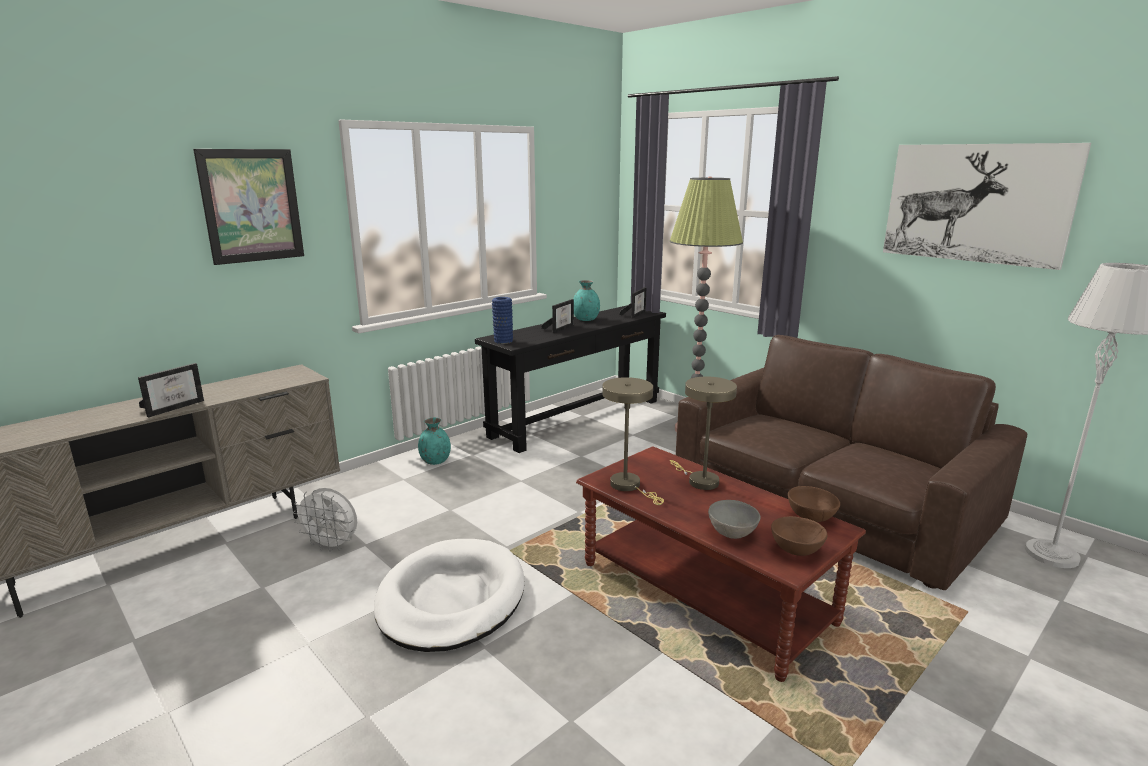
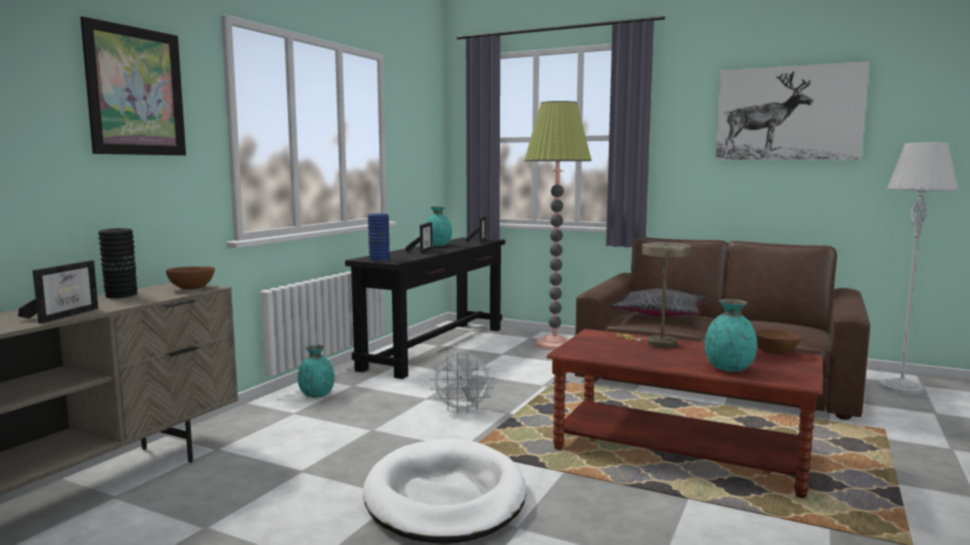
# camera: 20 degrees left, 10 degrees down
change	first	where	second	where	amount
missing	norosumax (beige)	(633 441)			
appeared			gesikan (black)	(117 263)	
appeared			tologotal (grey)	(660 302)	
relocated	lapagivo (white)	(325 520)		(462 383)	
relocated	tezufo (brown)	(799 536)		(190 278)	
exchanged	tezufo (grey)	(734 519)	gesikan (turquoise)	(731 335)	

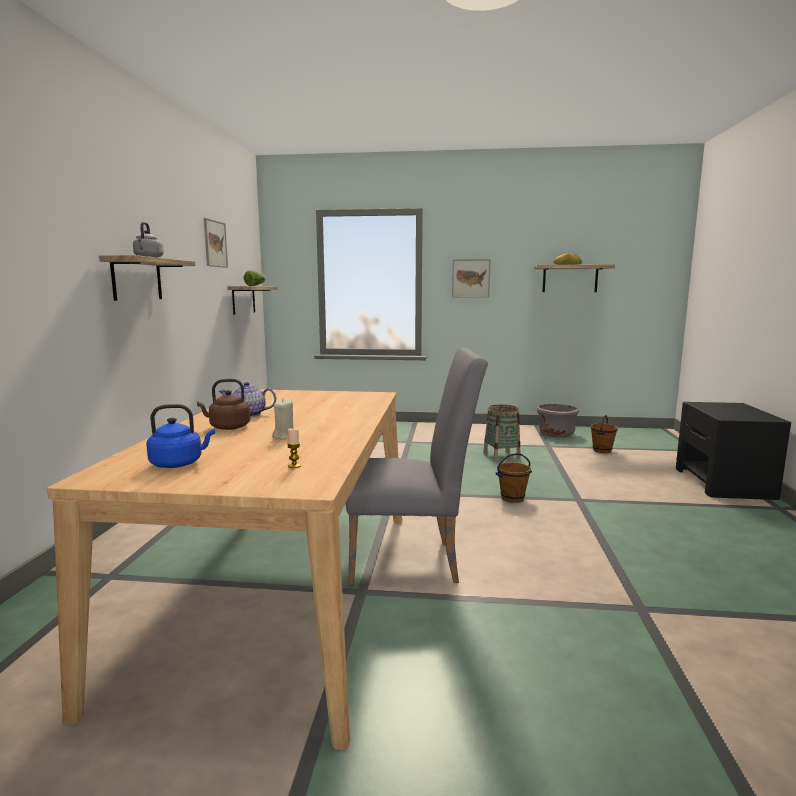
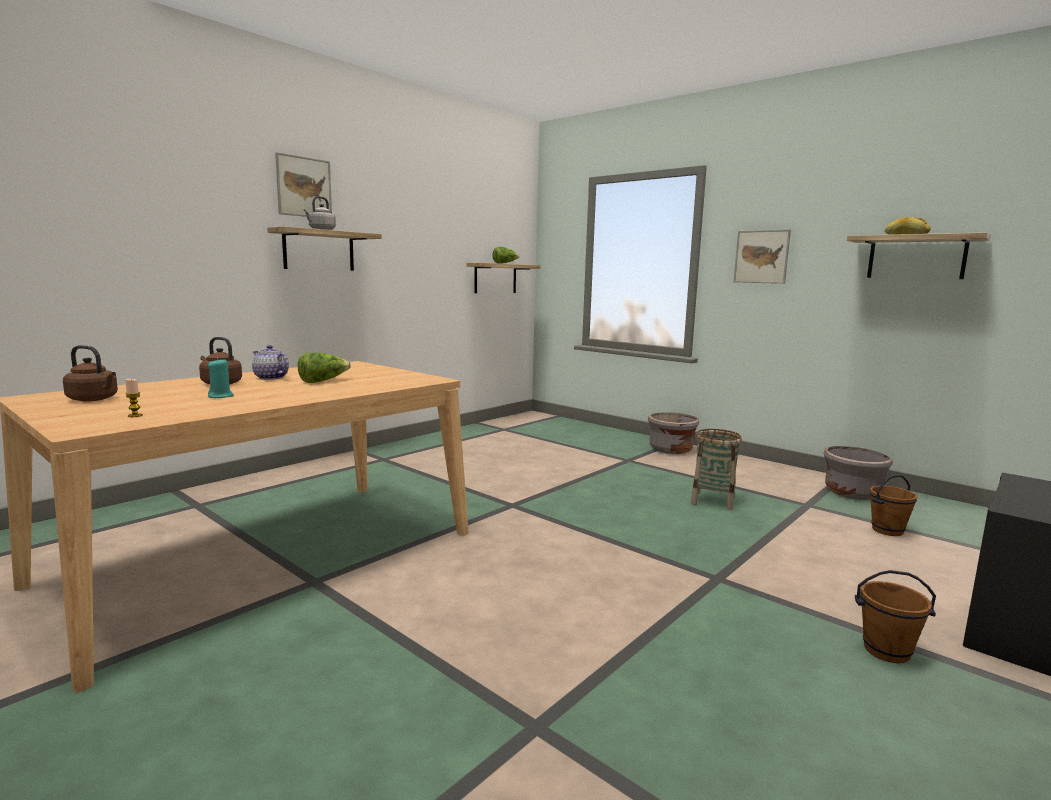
# camera: 35 degrees right, 0 degrees up
change	first	where	second	where	amount
missing	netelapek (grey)	(417 467)			
appeared			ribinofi	(324 368)	
appeared			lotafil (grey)	(673 433)	
relocated	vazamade	(216 243)		(303 184)	
relocated	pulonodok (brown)	(514 478)		(895 616)	
colour	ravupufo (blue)	(180 436)	ravupufo (brown)	(90 373)	
colour	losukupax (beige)	(282 419)	losukupax (turquoise)	(221 378)	

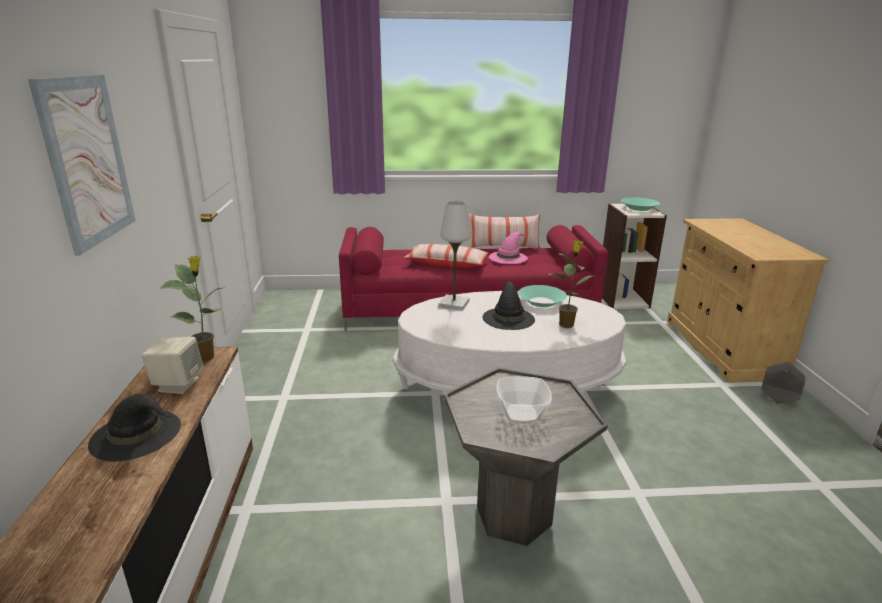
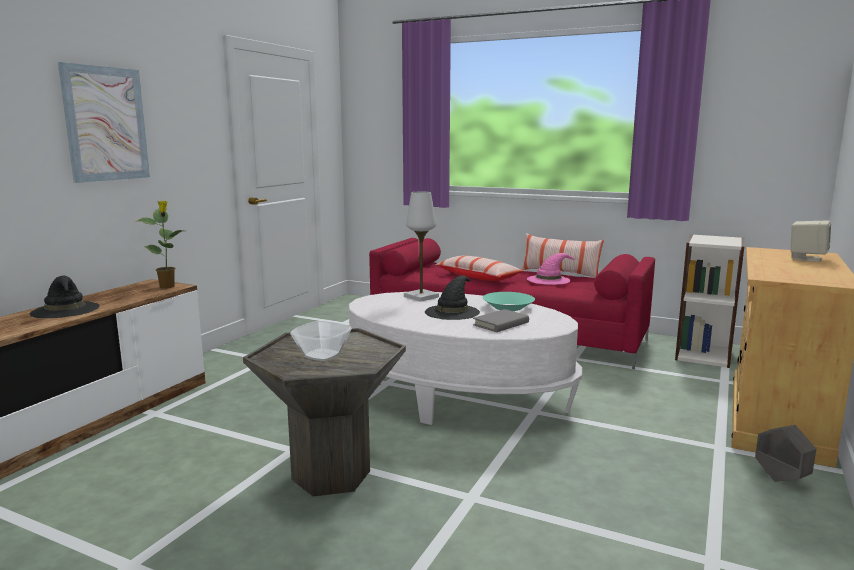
# camera: 30 degrees right, 10 degrees down
change	first	where	second	where	amount
missing	tezufo (turquoise)	(640 204)			
relocated	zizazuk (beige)	(173 365)		(811 241)	
exchanged	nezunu	(573 284)	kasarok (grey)	(501 320)	

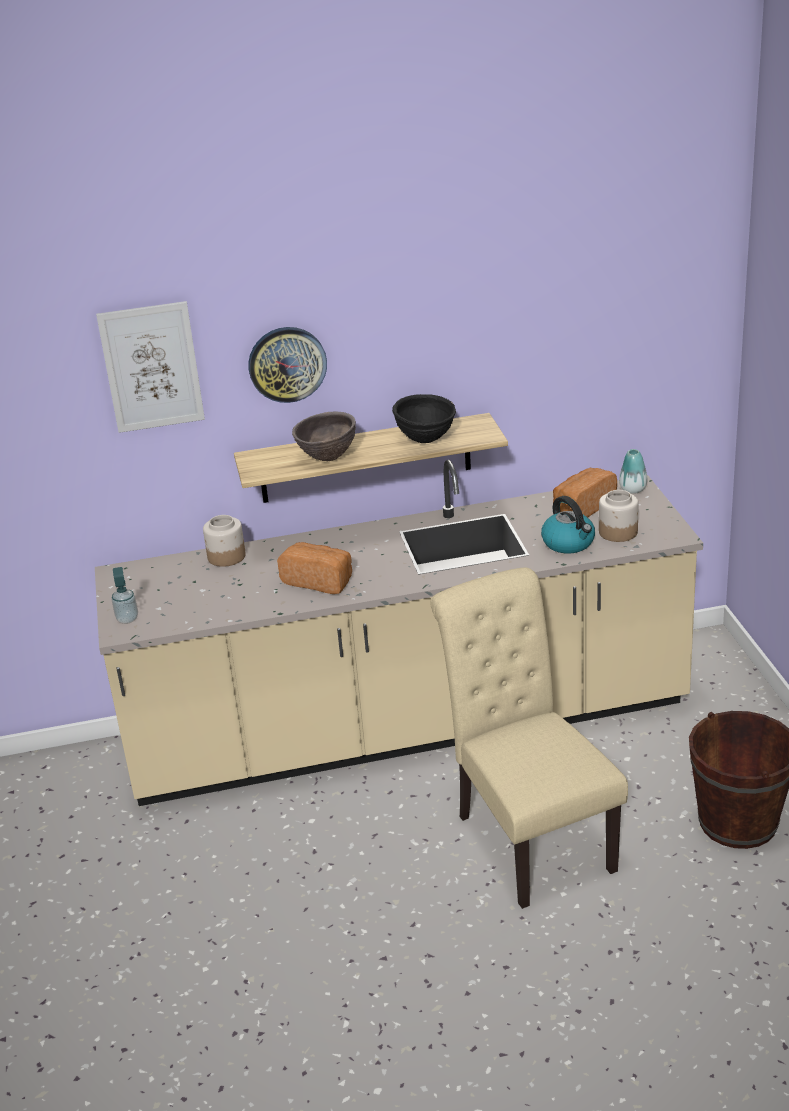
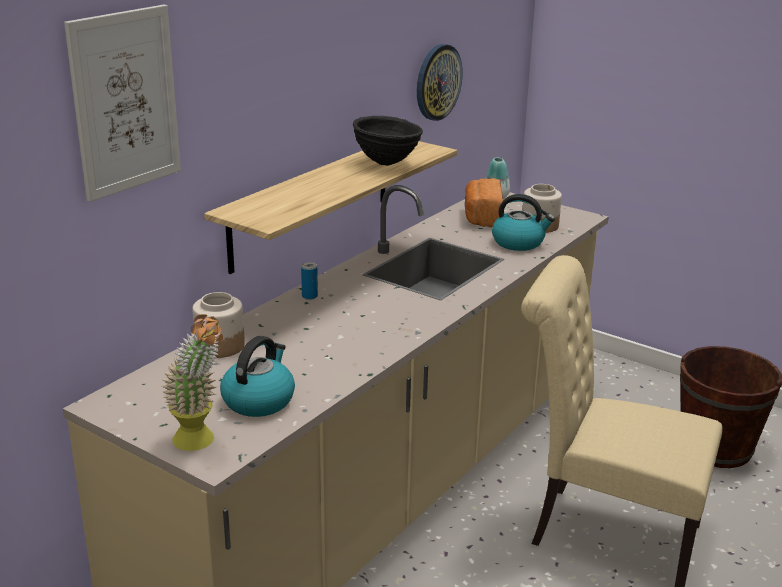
# camera: 45 degrees left, 5 degrees down
change	first	where	second	where	amount
missing	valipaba	(314 568)			
missing	tezufo (brown)	(324 436)			
appeared			ravupufo	(257 376)	
appeared			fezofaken	(309 281)	
relocated	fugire	(287 365)		(440 82)	
exchanged	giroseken	(125 595)	nezunu	(192 382)	

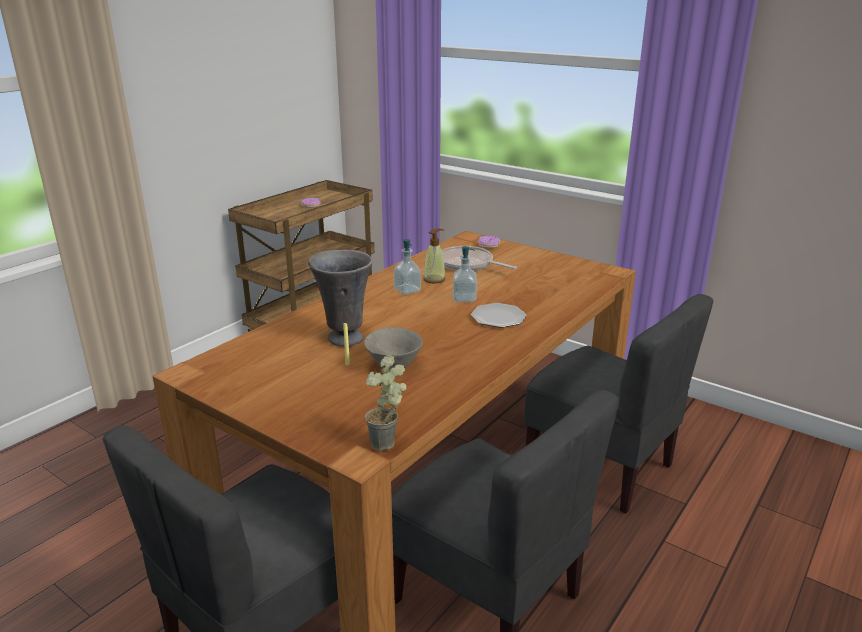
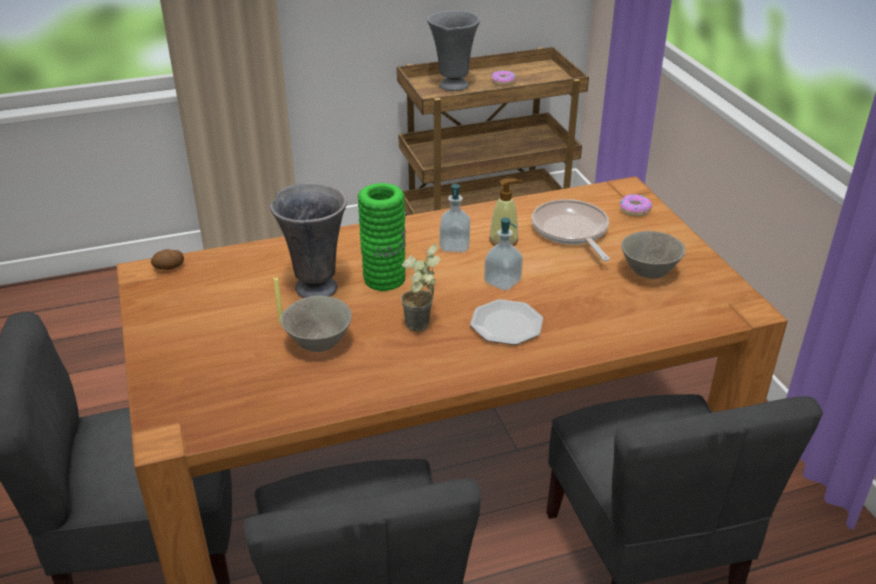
# camera: 35 degrees right, 10 degrees up
change	first	where	second	where	amount
appeared			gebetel	(167 259)	
appeared			gesikan (green)	(382 237)	
appeared			gesikan (grey)	(453 50)	
appeared			tezufo (grey)	(653 255)	
relocated	nezunu	(385 402)		(421 287)	

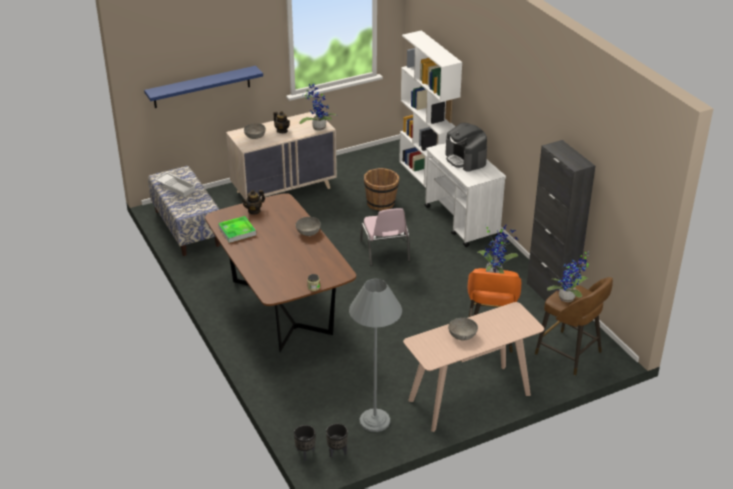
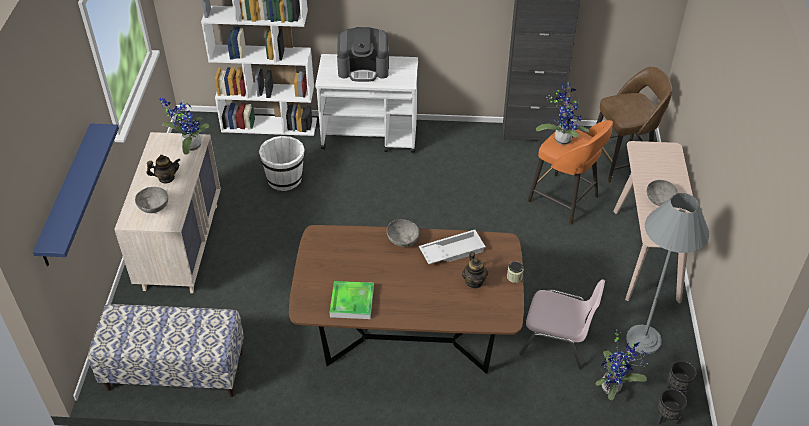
# camera: 60 degrees left, 10 degrees up
change	first	where	second	where	amount
relocated	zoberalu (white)	(175 184)		(452 247)	
relocated	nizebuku	(253 202)		(475 270)	
relocated	netelapek (pink)	(385 237)		(562 324)	
relocated	nezunu	(568 276)		(622 366)	
colour	pulonodok (brown)	(381 189)	pulonodok (white)	(282 163)	

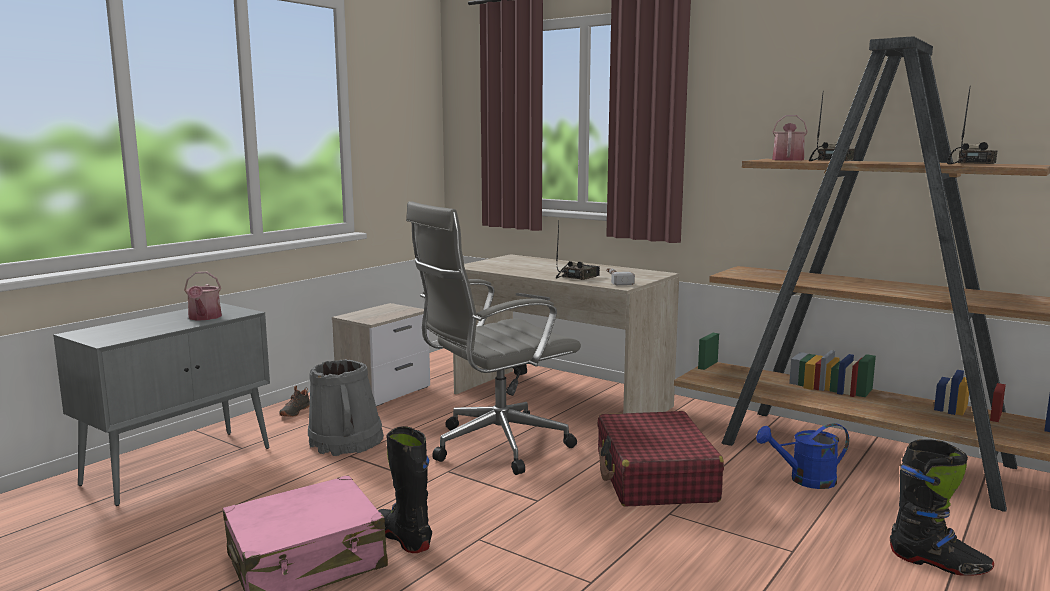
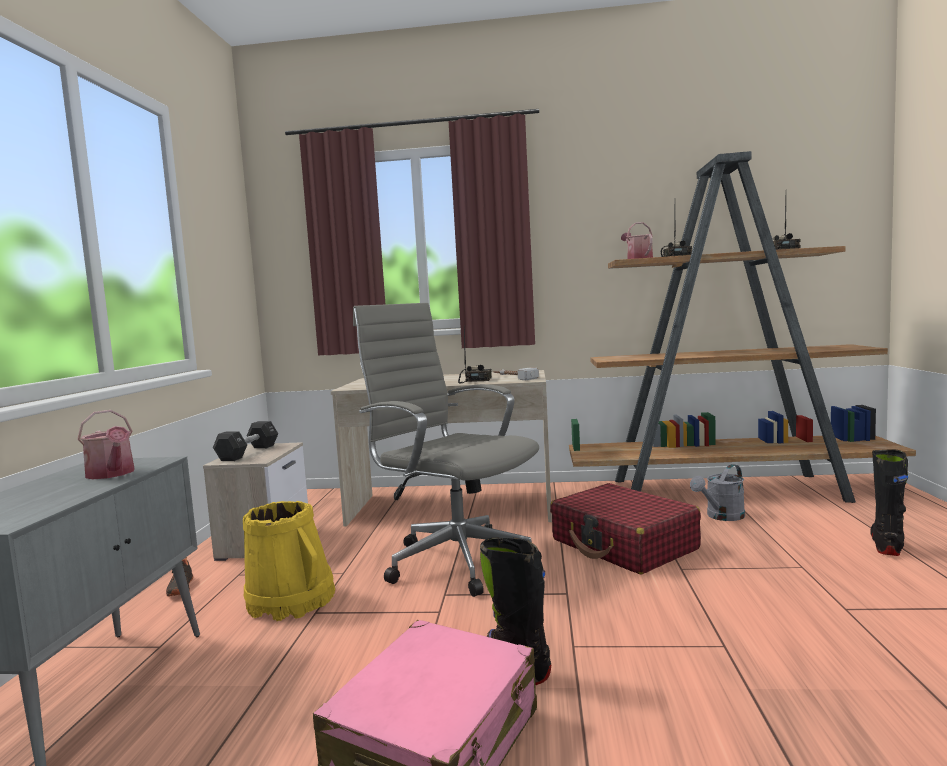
# camera: 30 degrees left, 5 degrees down
change	first	where	second	where	amount
appeared			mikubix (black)	(245 441)	
colour	pulonodok (grey)	(346 407)	pulonodok (yellow)	(289 561)	
colour	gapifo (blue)	(802 456)	gapifo (grey)	(717 492)	
spun	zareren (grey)	(493 338)		(447 450)	105 degrees clockwise
spun	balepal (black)	(942 507)		(889 502)	60 degrees counterclockwise

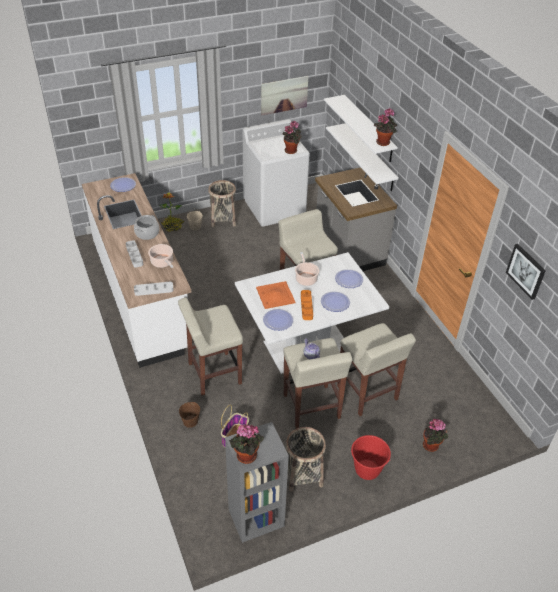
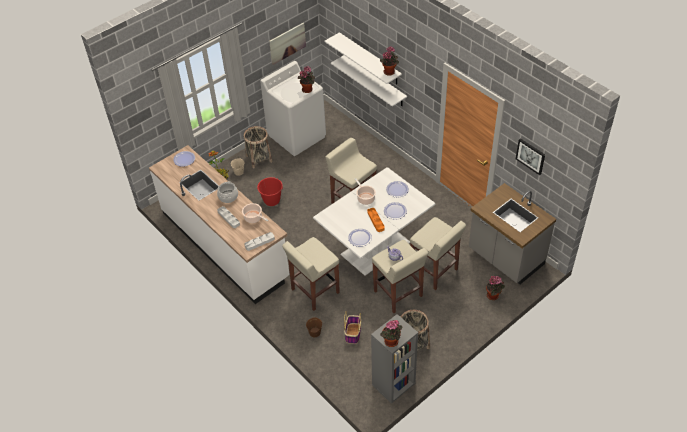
# camera: 15 degrees left, 5 degrees up
change	first	where	second	where	amount
missing	zoberalu (orange)	(276 295)			
relocated	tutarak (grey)	(356 219)		(512 233)	
relocated	pulonodok (red)	(371 457)		(270 191)	

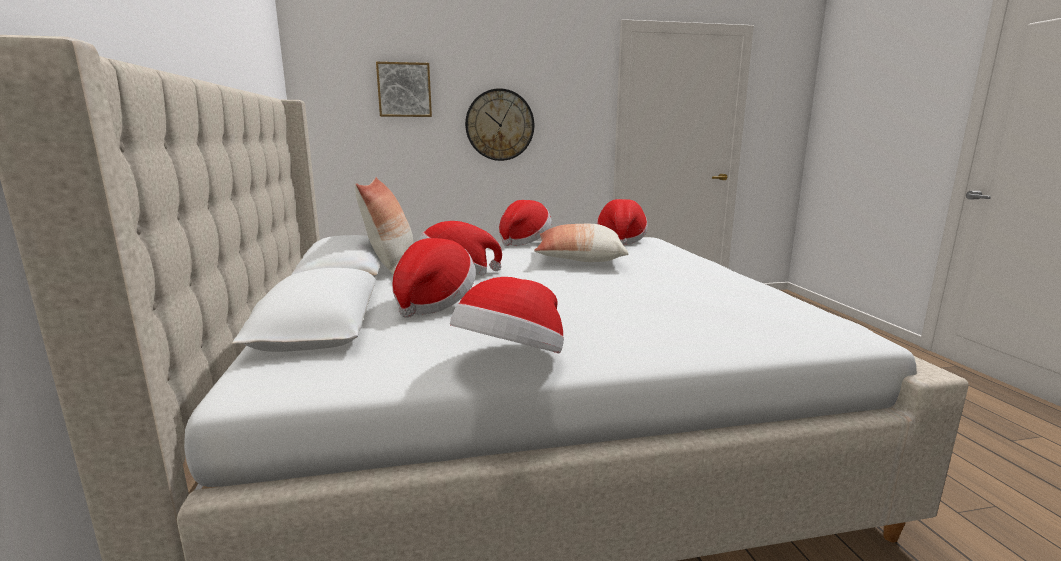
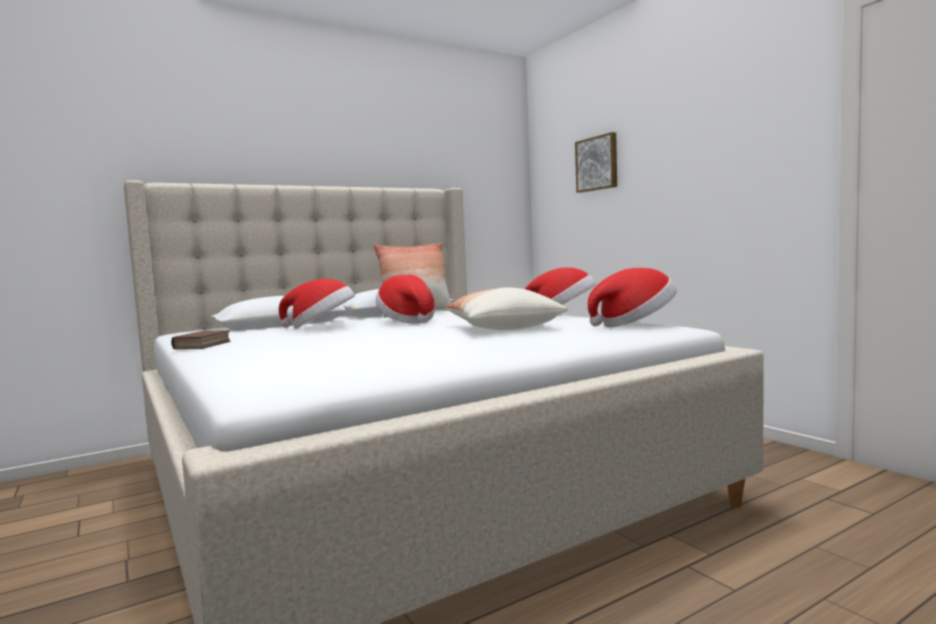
# camera: 70 degrees right, 10 degrees down
change	first	where	second	where	amount
missing	fugire	(499 124)			
exchanged	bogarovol	(507 315)	kasarok	(201 339)	

